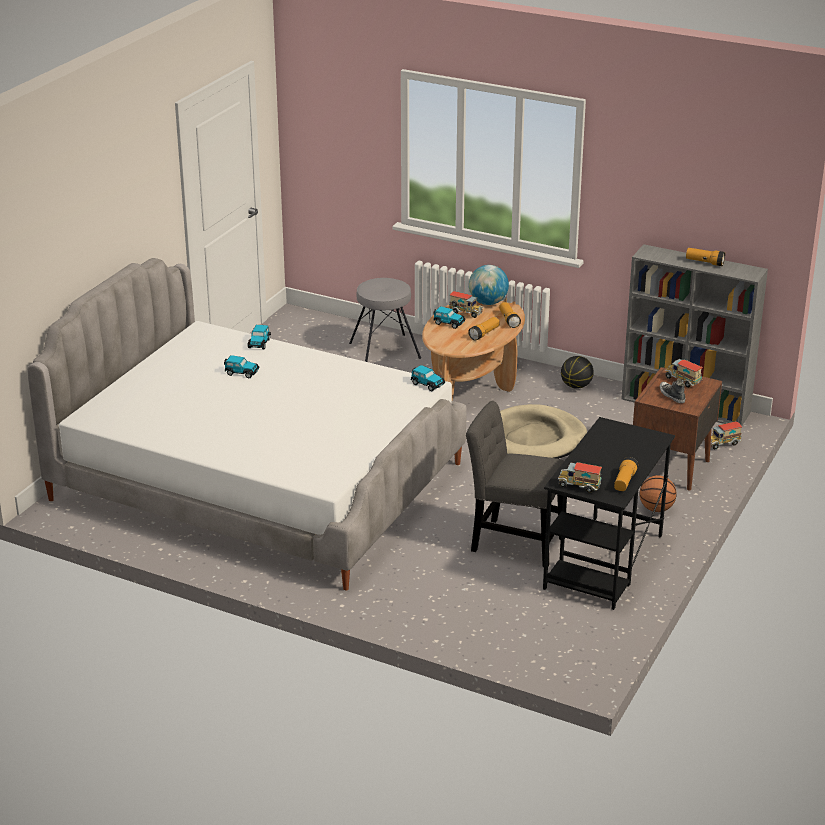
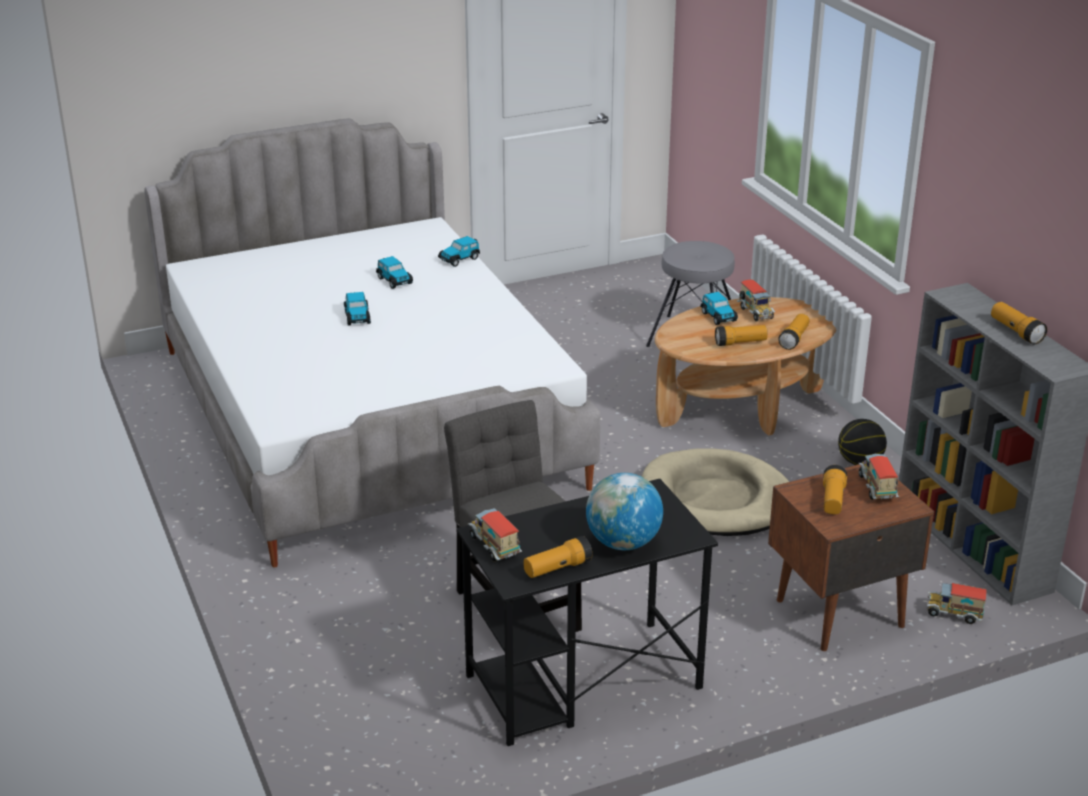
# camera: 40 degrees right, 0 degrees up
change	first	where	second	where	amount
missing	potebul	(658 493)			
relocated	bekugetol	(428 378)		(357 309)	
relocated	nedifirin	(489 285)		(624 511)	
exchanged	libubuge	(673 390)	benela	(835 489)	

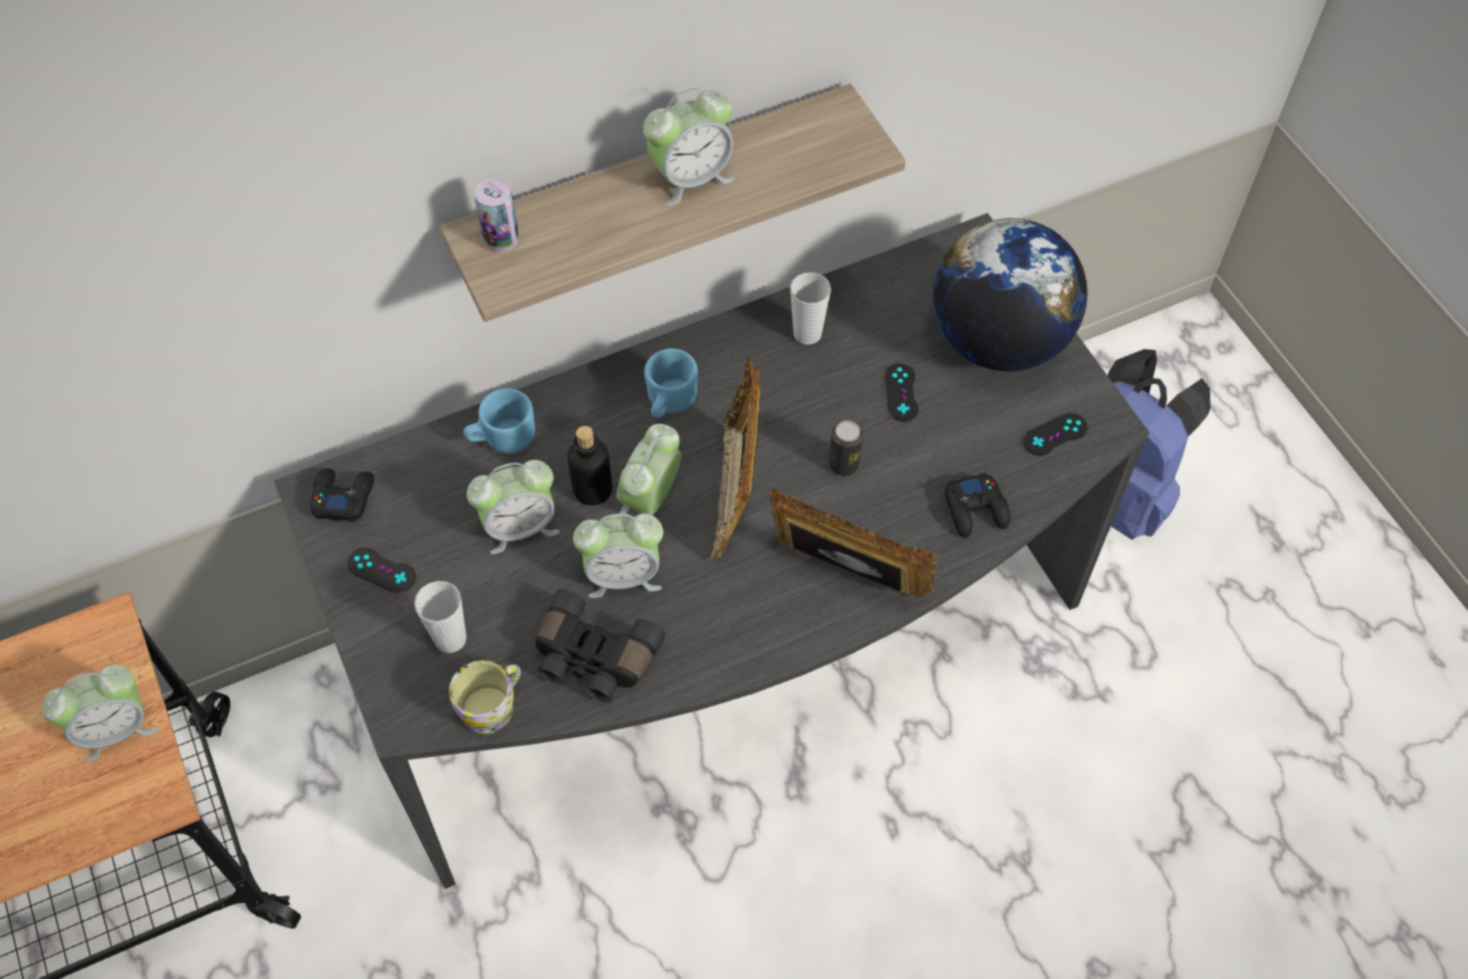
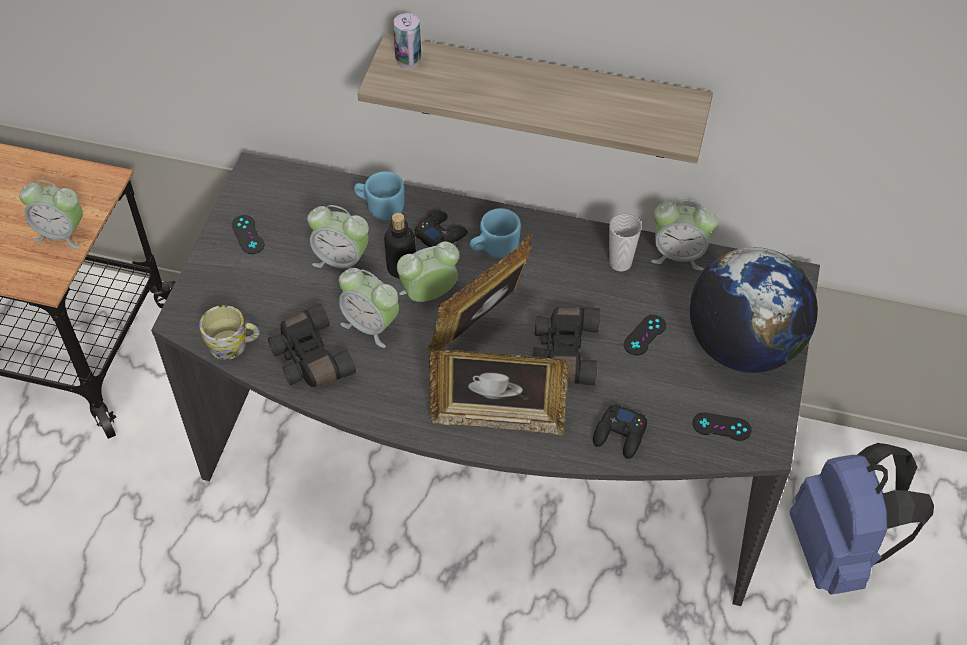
# camera: 40 degrees right, 5 degrees down
change	first	where	second	where	amount
missing	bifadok	(440 617)			
relocated	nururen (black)	(342 495)		(441 229)	
relocated	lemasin	(689 147)		(684 234)	
exchanged	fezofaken	(846 448)	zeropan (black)	(566 346)	
spun	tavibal	(853 543)		(498 393)	120 degrees clockwise

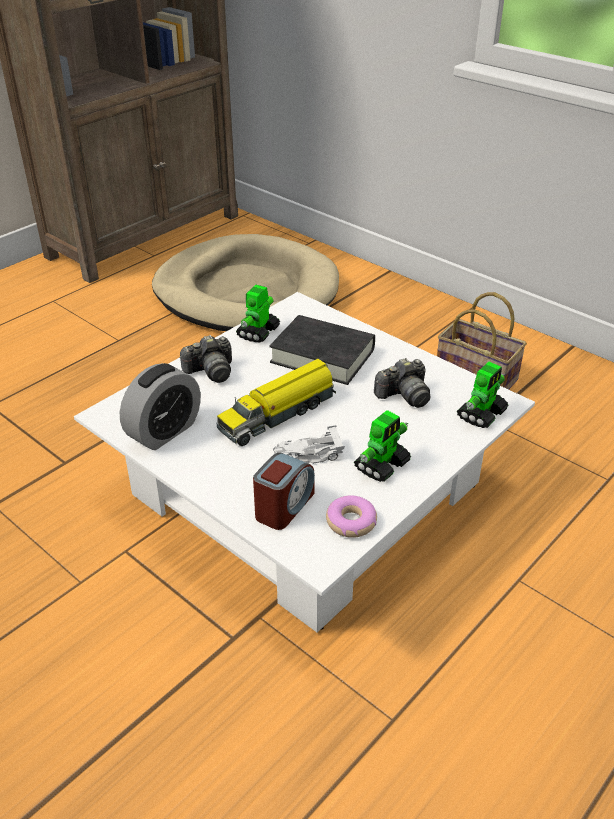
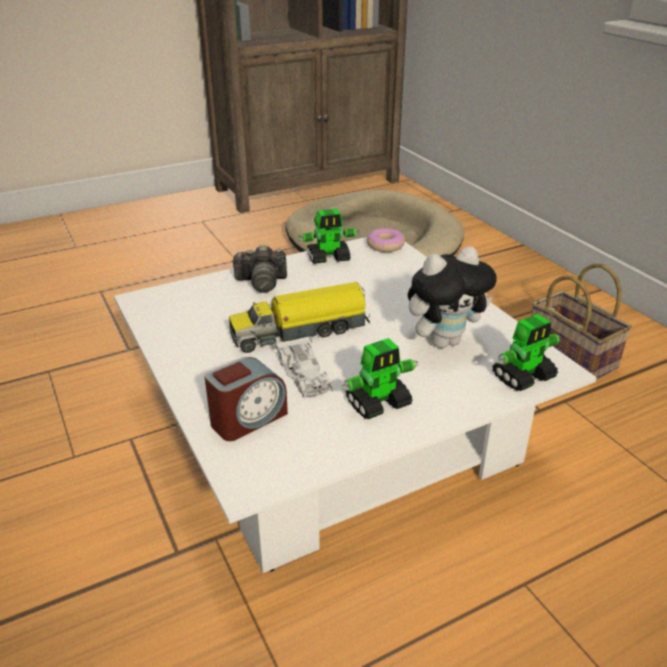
# camera: 20 degrees right, 5 degrees down
change	first	where	second	where	amount
missing	lemasin	(160 406)			
missing	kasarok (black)	(322 350)			
relocated	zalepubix	(351 516)		(386 240)	
exchanged	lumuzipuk	(402 383)	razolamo	(452 297)	
spun	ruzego	(258 314)		(329 236)	150 degrees counterclockwise
spun	bekugetol (white)	(309 444)		(304 366)	120 degrees counterclockwise

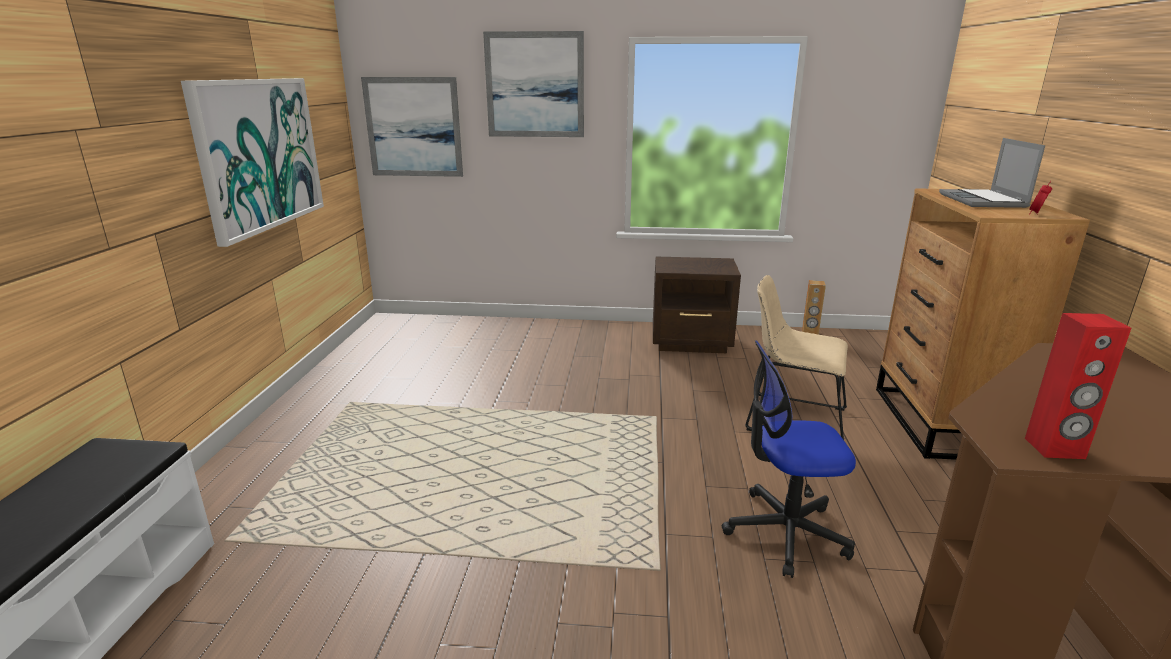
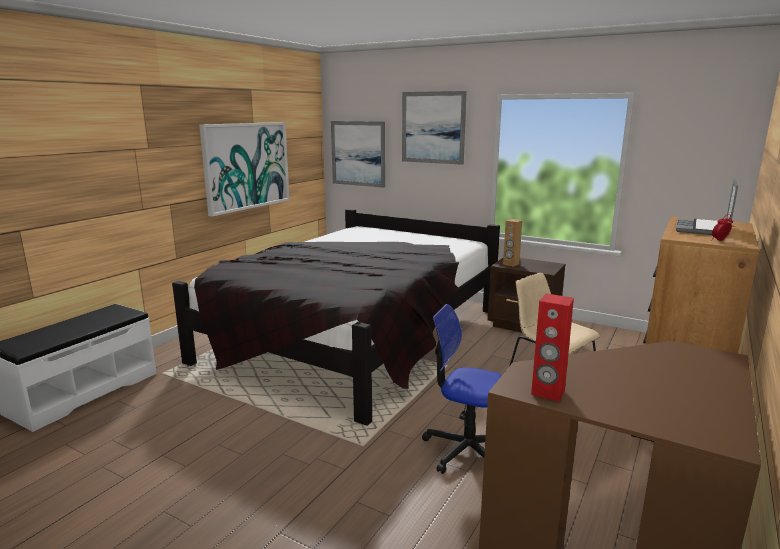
# camera: 25 degrees right, 5 degrees down
change	first	where	second	where	amount
appeared			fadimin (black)	(336 317)	
relocated	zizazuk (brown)	(814 307)		(512 243)	

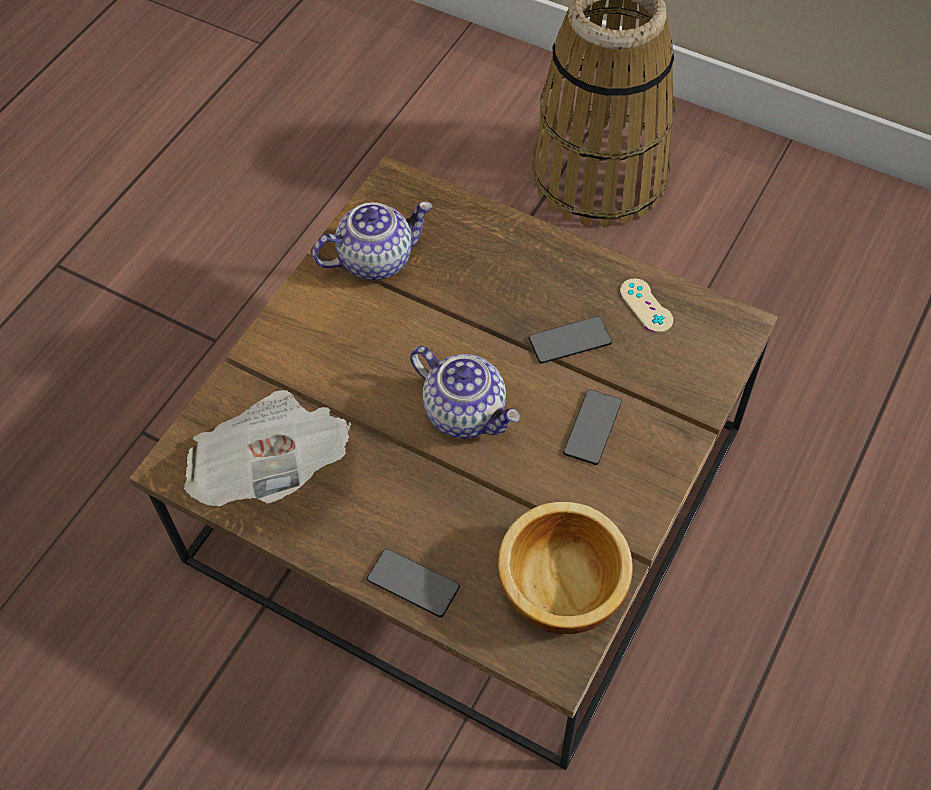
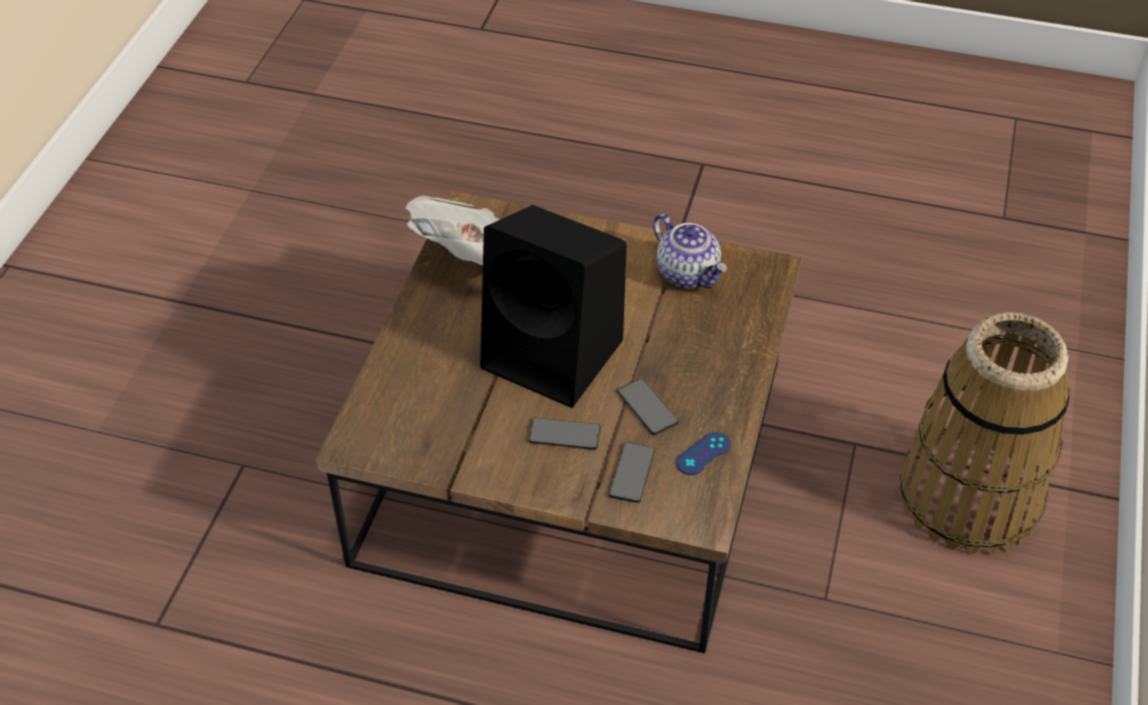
# camera: 75 degrees right, 10 degrees down
change	first	where	second	where	amount
missing	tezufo	(565 568)			
relocated	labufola	(413 583)		(632 472)	
exchanged	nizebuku	(465 392)	zizazuk (black)	(553 306)	
colour	nururen (beige)	(646 305)	nururen (blue)	(703 453)	

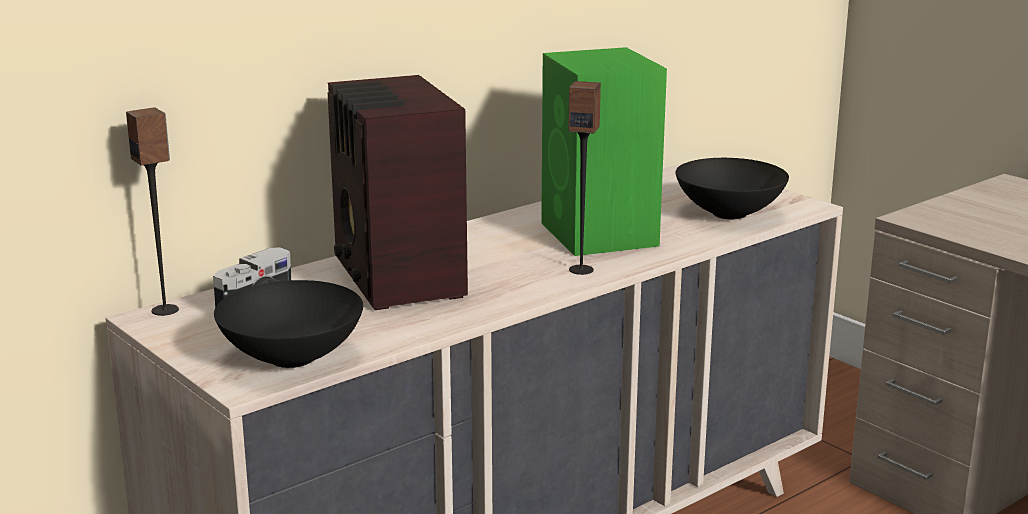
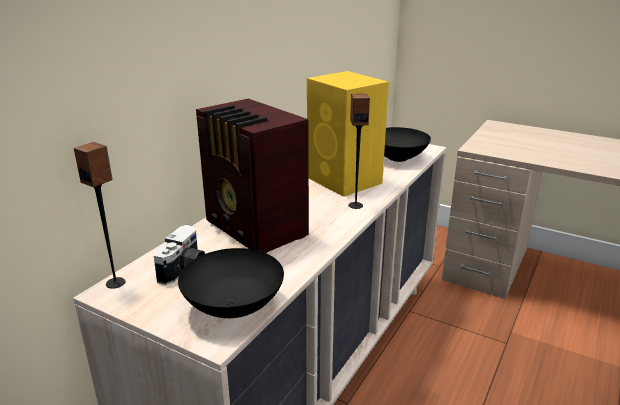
# camera: 20 degrees left, 5 degrees up
change	first	where	second	where	amount
colour	zizazuk (green)	(604 151)	zizazuk (yellow)	(348 134)	

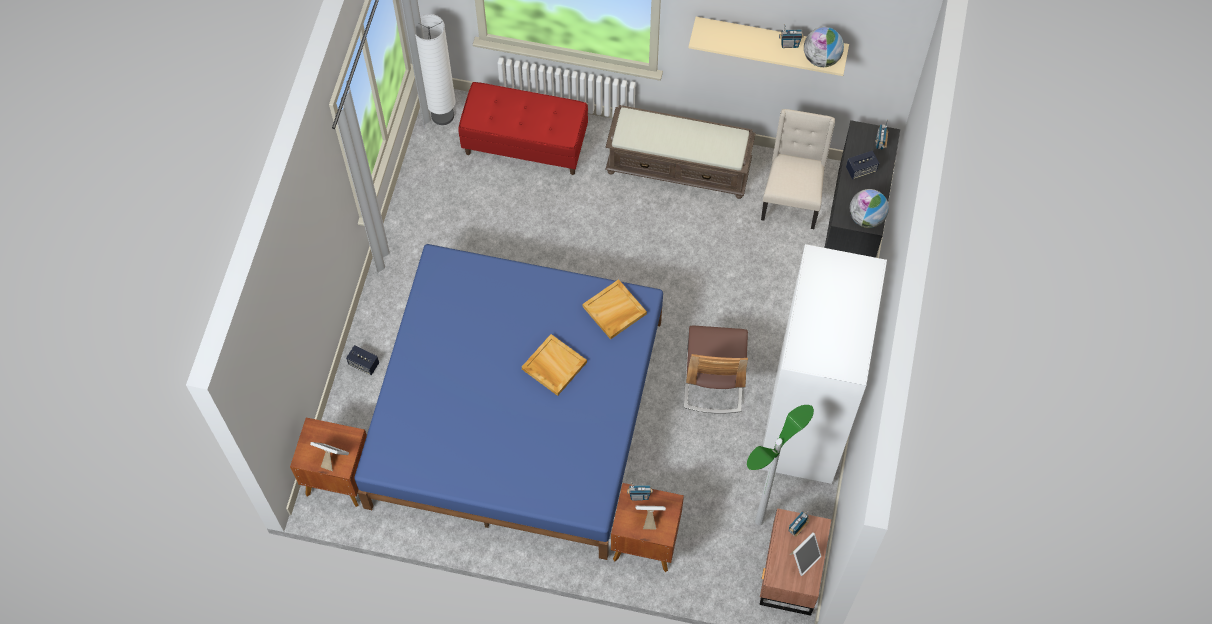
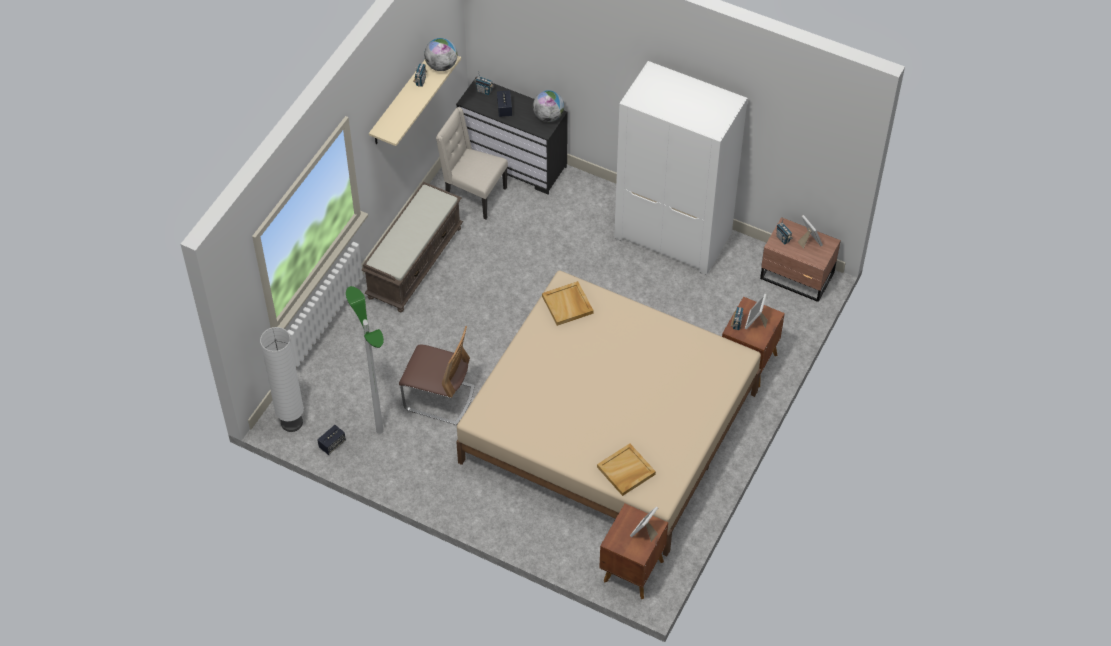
# camera: 75 degrees left, 10 degrees down
change	first	where	second	where	amount
missing	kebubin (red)	(523 128)			
relocated	zizazuk	(362 360)		(331 440)	
relocated	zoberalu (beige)	(554 365)		(626 470)	
relocated	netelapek	(716 370)		(437 375)	
relocated	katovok	(780 465)		(365 360)	
colour	fadimin (blue)	(508 402)	fadimin (beige)	(608 413)	

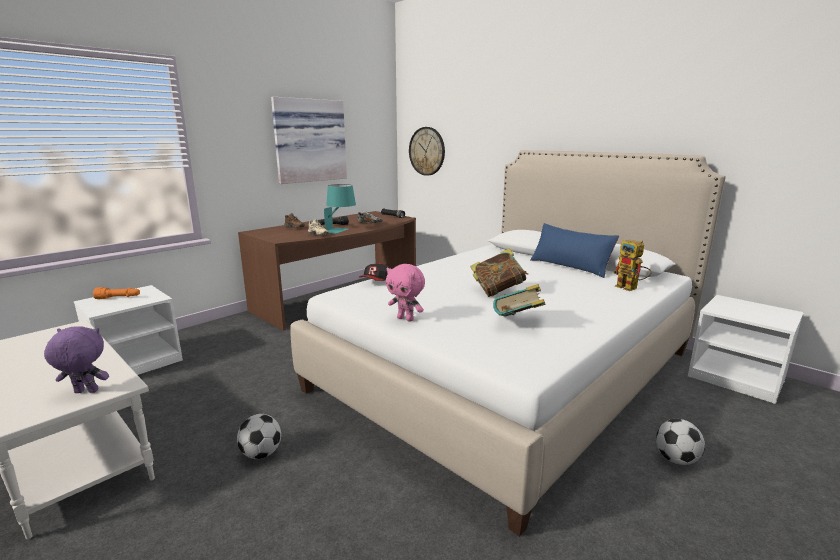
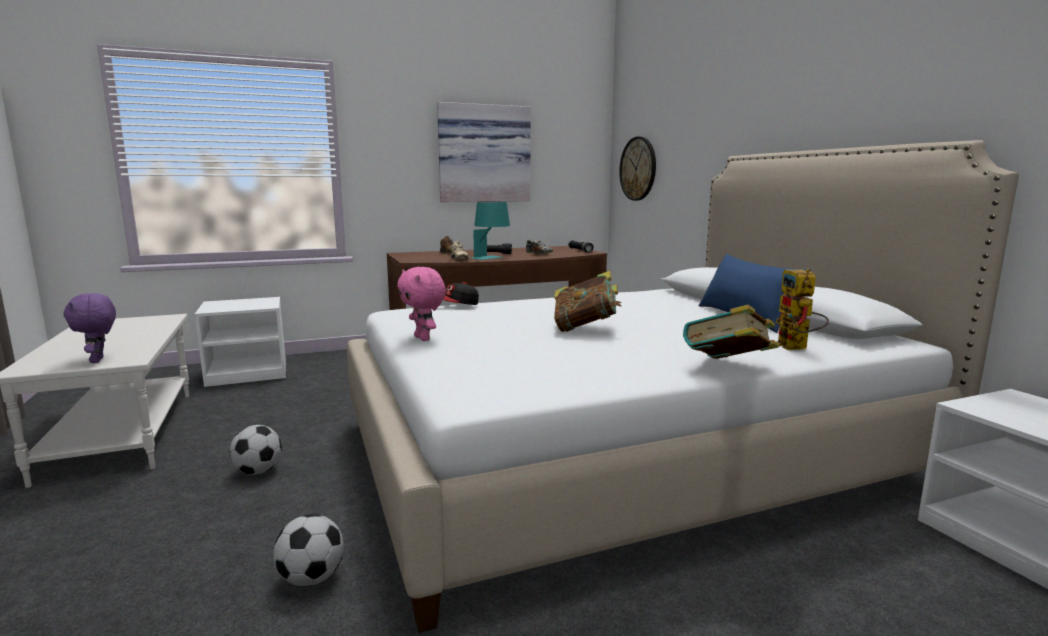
# camera: 25 degrees right, 5 degrees down
change	first	where	second	where	amount
missing	benela (orange)	(116 293)			
relocated	kasarok	(519 300)		(731 332)	
relocated	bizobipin	(680 442)		(308 550)	
spun	razolamo (purple)	(76 359)		(90 328)	135 degrees counterclockwise

